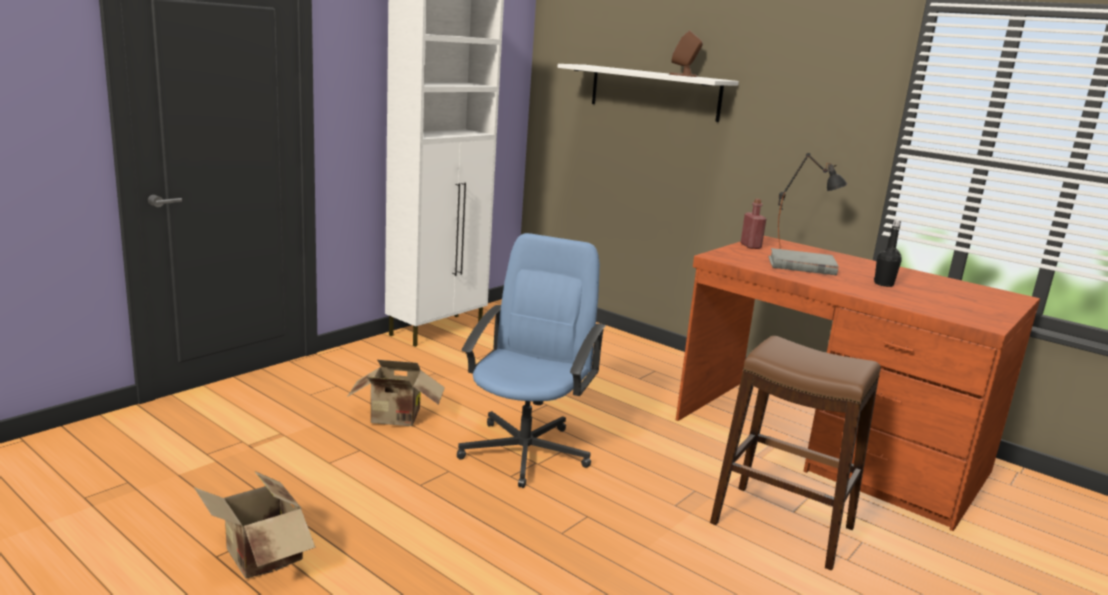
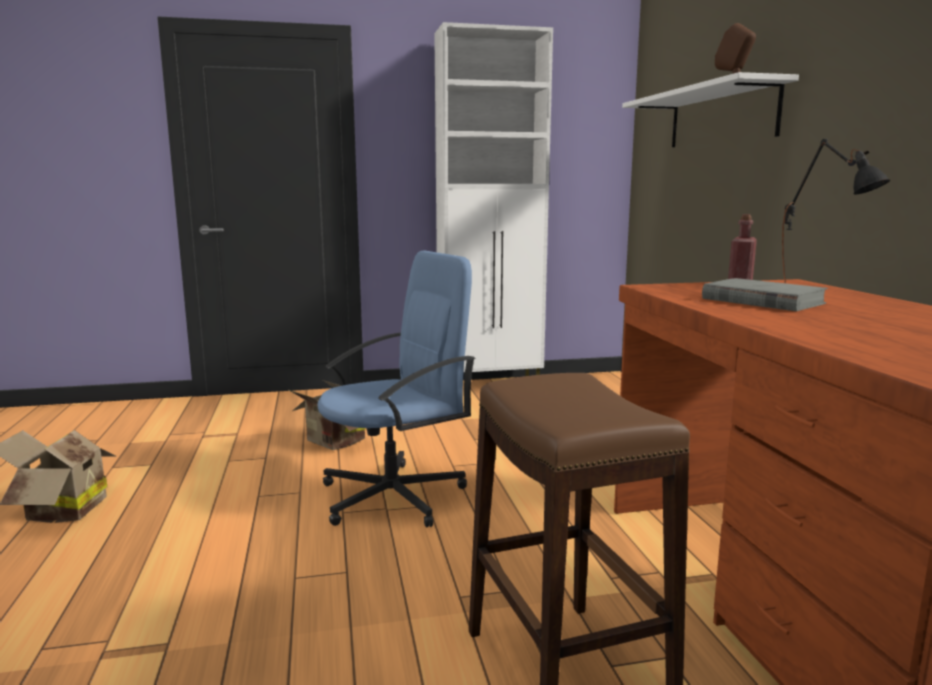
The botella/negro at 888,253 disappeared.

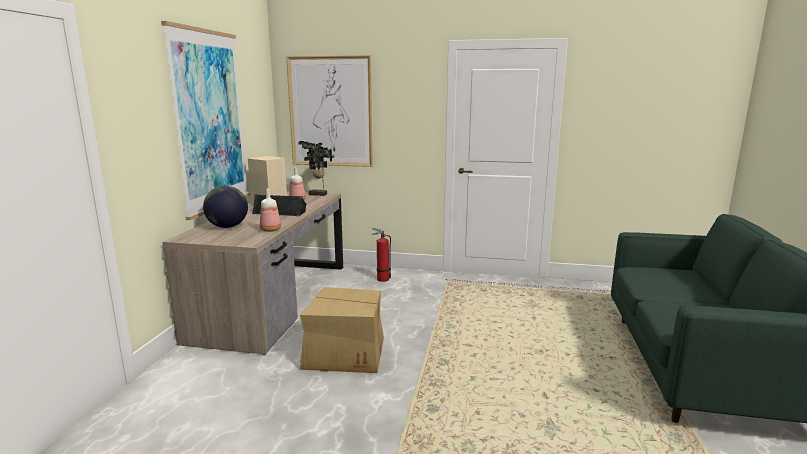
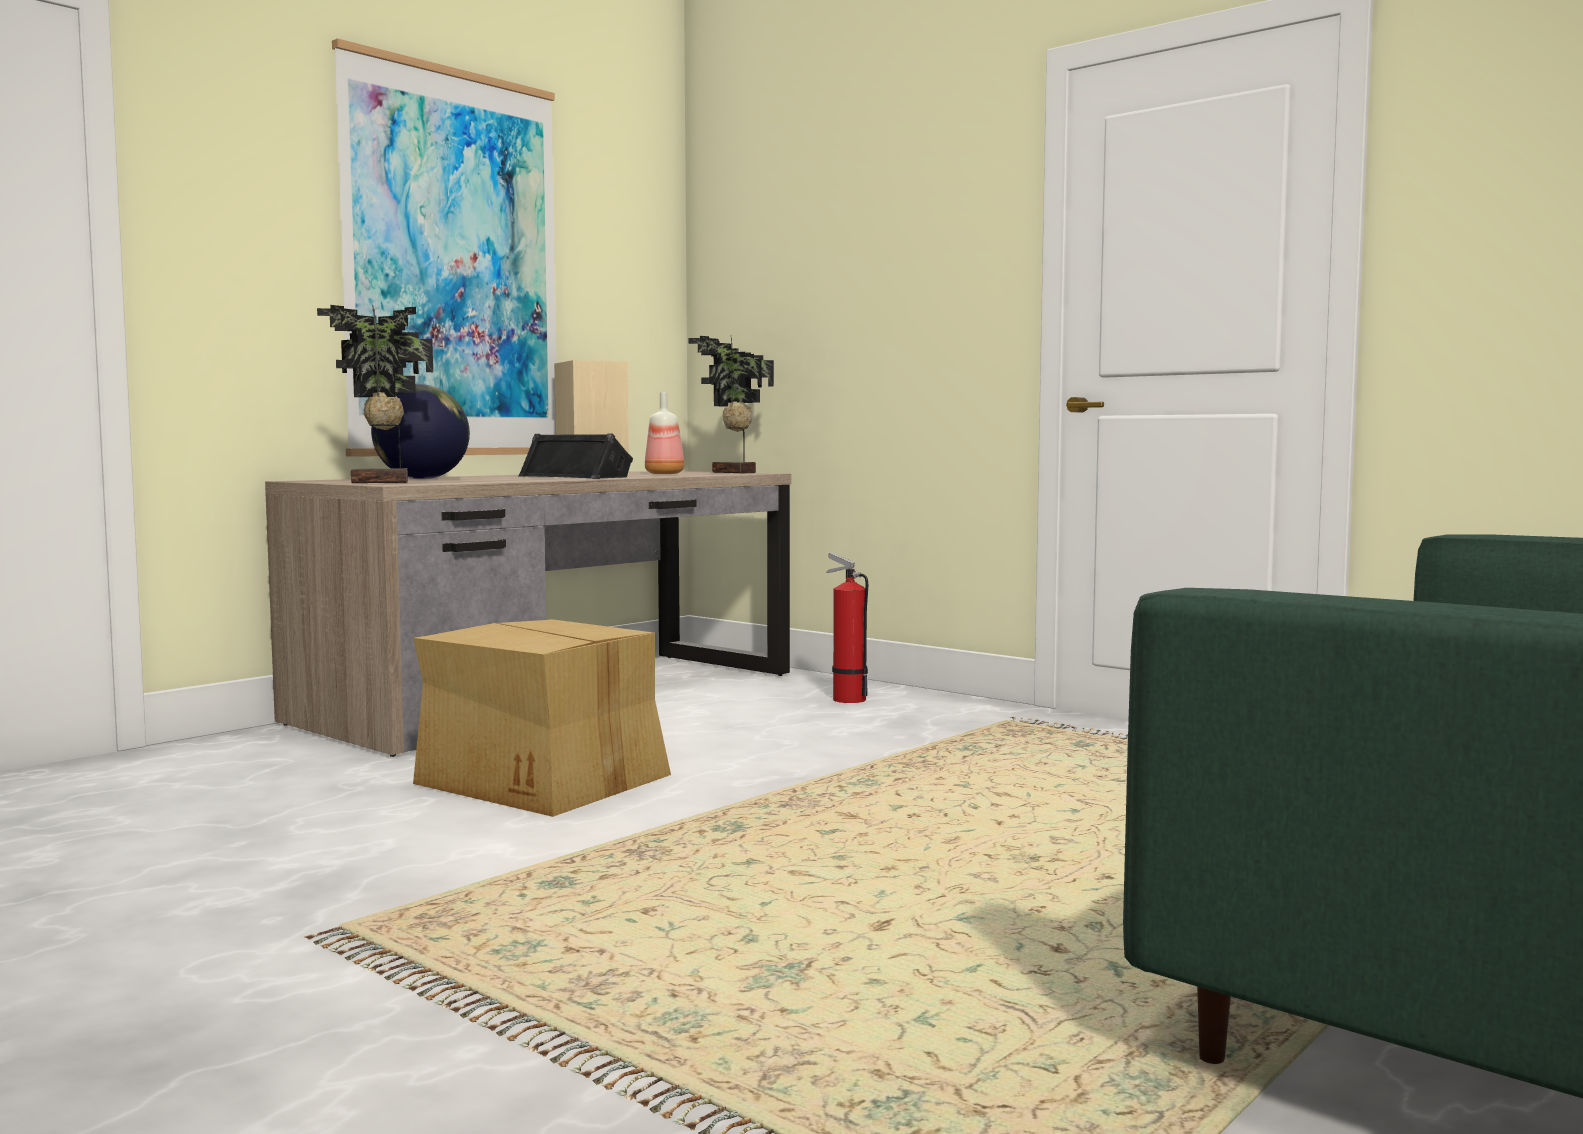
The cuadro at 329,111 disappeared.
The botella at 270,210 disappeared.
The planta en maceta at 375,393 appeared.

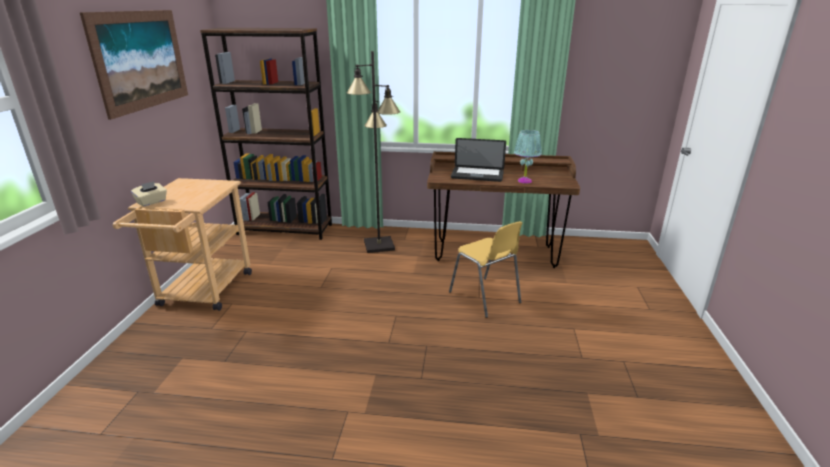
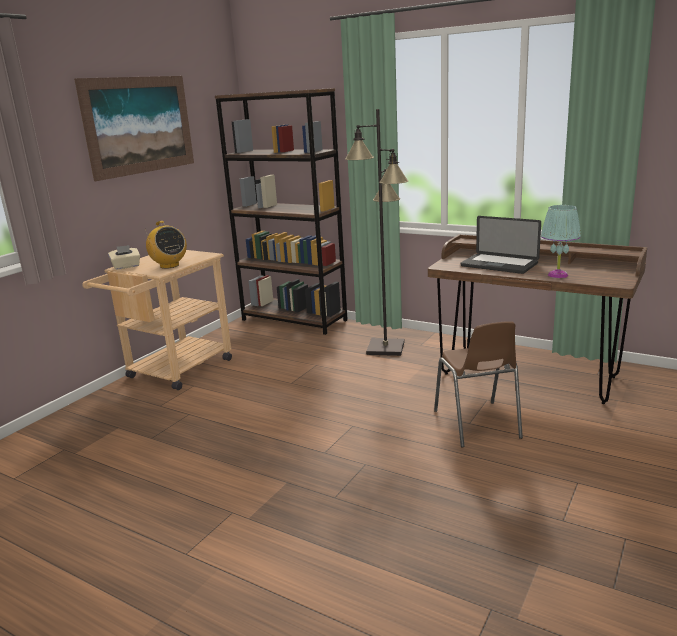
The silla/amarillo at 486,269 became the silla/marrón at 478,384.
The radio at 166,245 appeared.

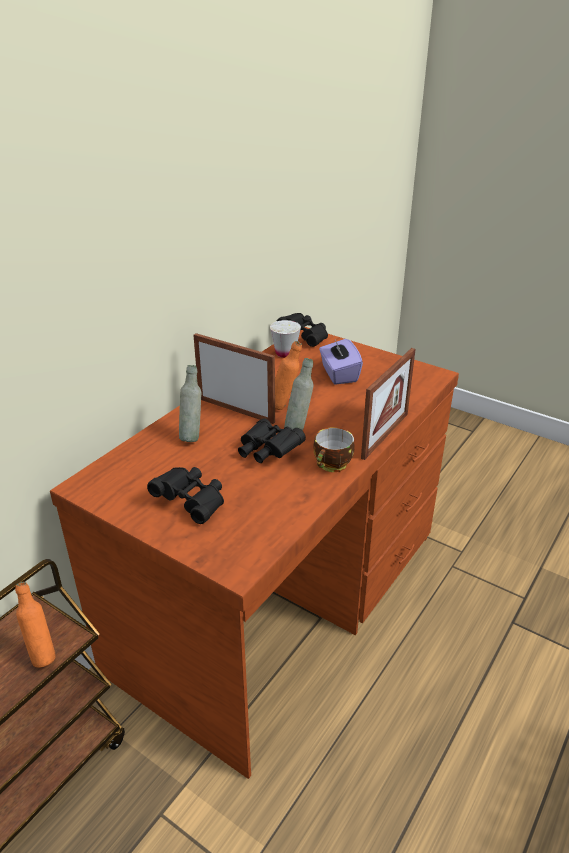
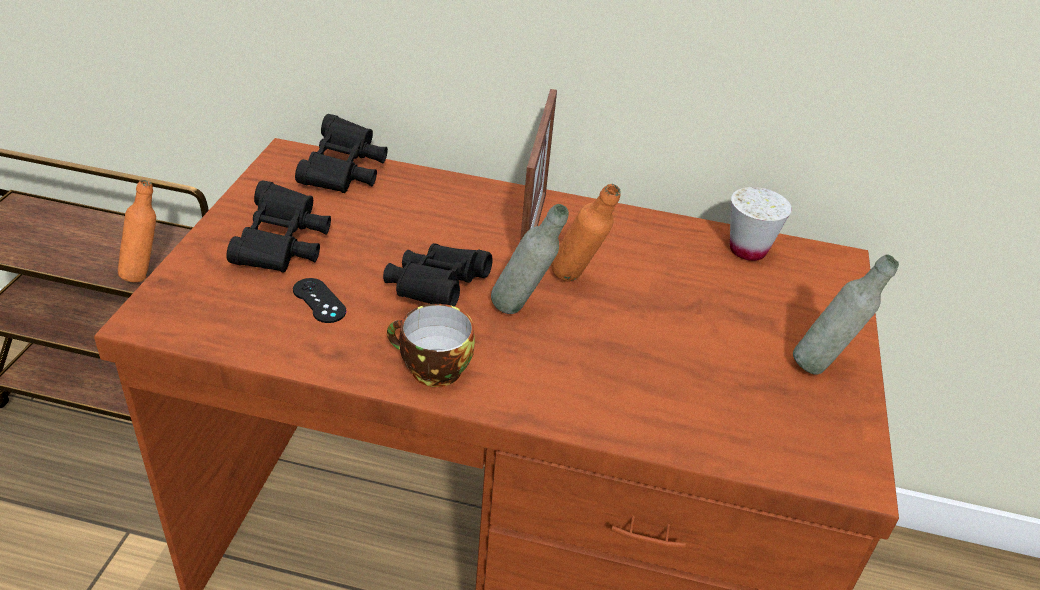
The prismáticos/negro moved from 302,330 to 341,153.
The caja de pañuelos/morado at 341,362 disappeared.
The portarretratos at 388,404 disappeared.
The botella/gris moved from 190,403 to 846,315.
The mando de consola/negro at 319,300 appeared.

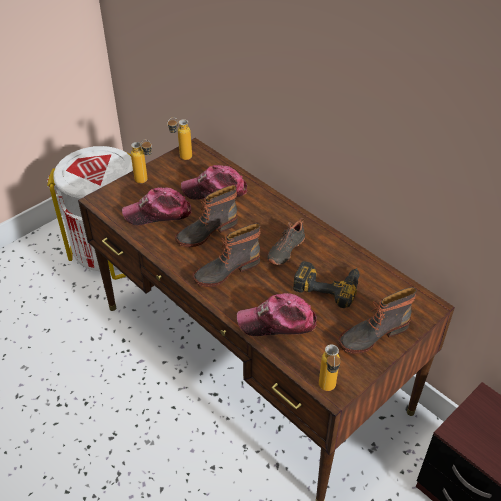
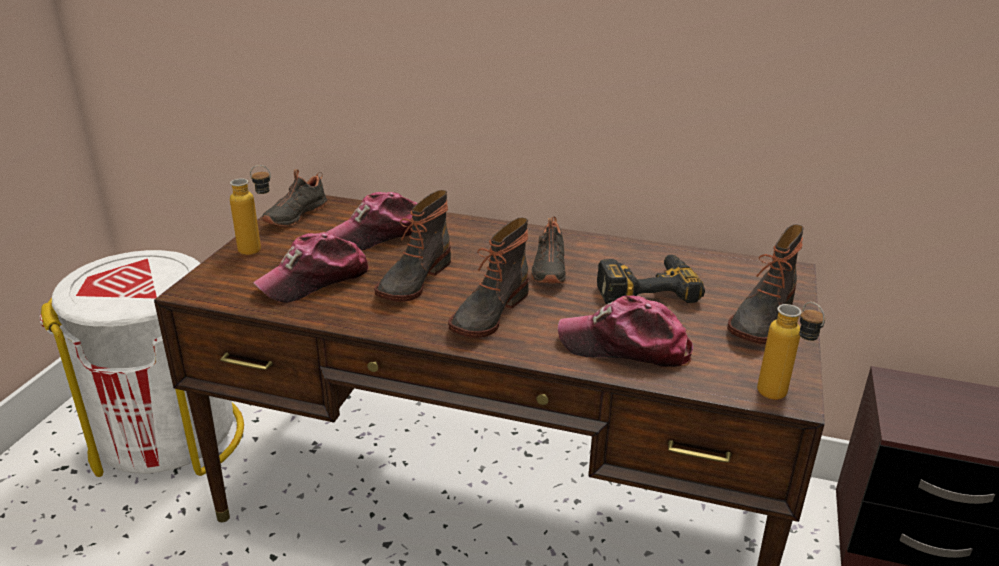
The botella at 179,138 was replaced by the zapato/negro at 294,197.
The gorra at 277,314 turned 45 degrees clockwise.

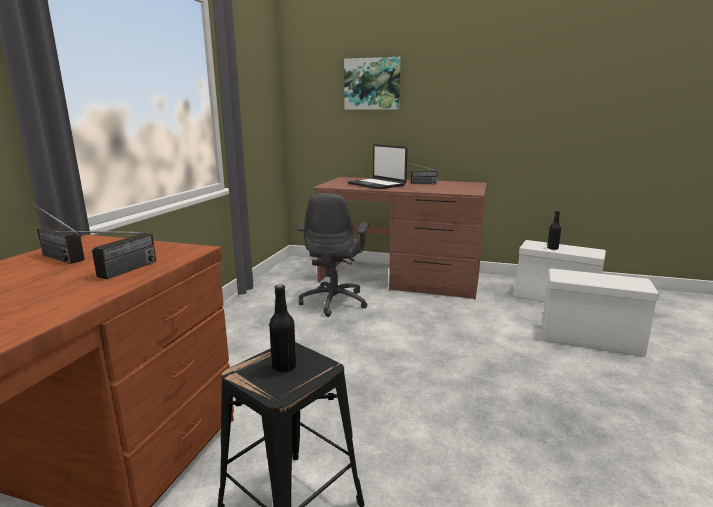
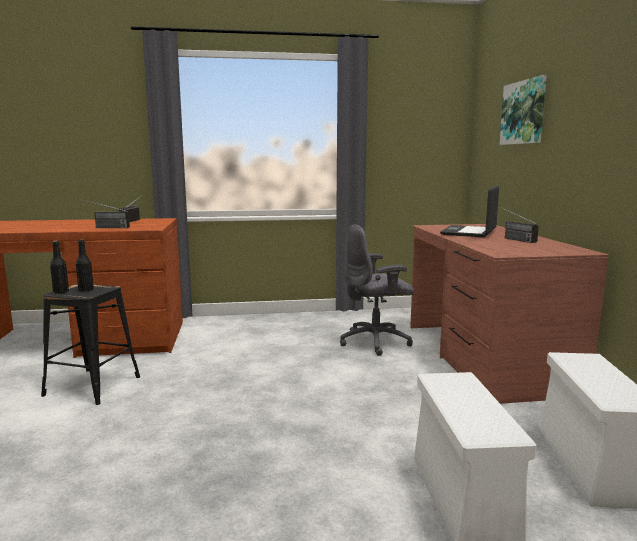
The botella/negro moved from 554,230 to 59,267.

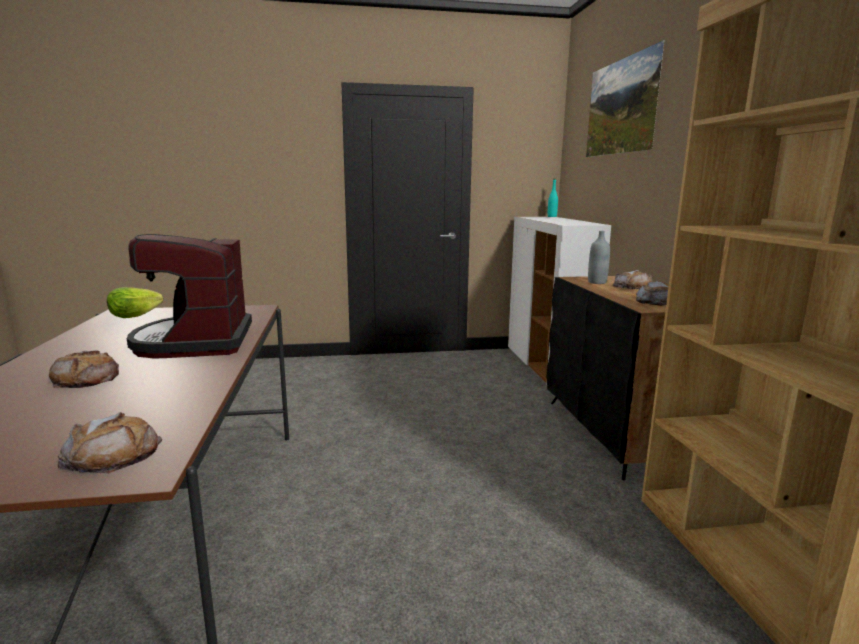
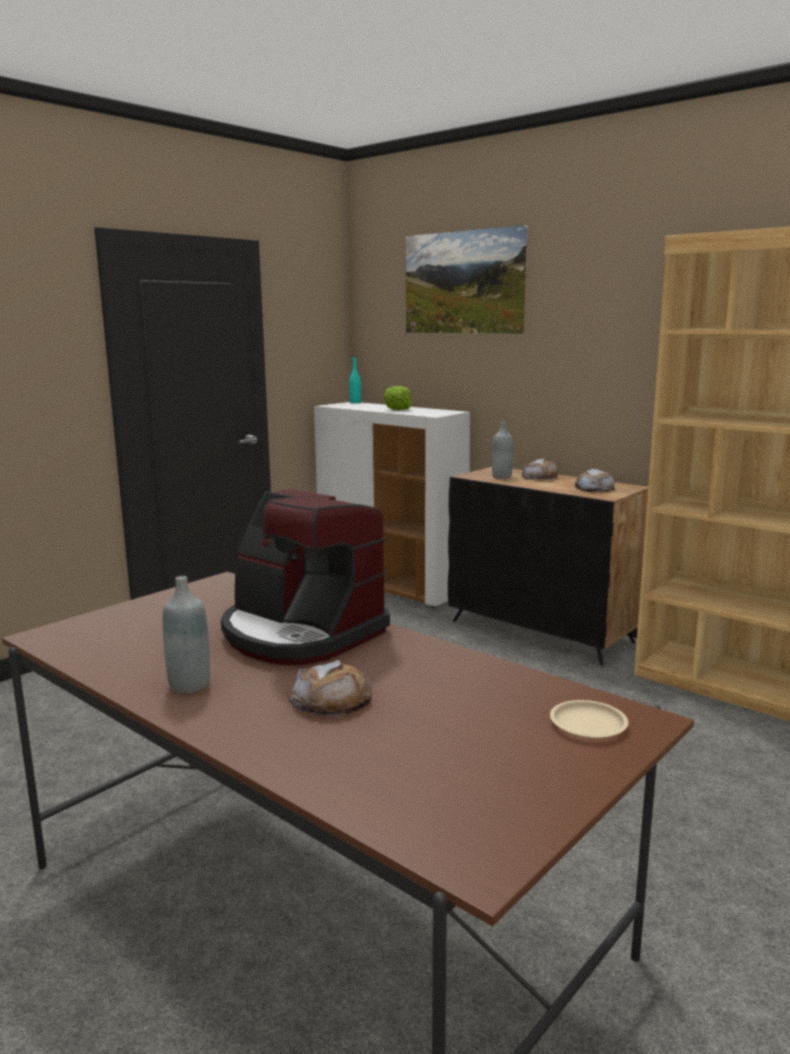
The lechuga moved from 135,302 to 397,398.
The pan at 110,443 was replaced by the plato/beis at 589,719.
The botella/gris at 186,634 appeared.

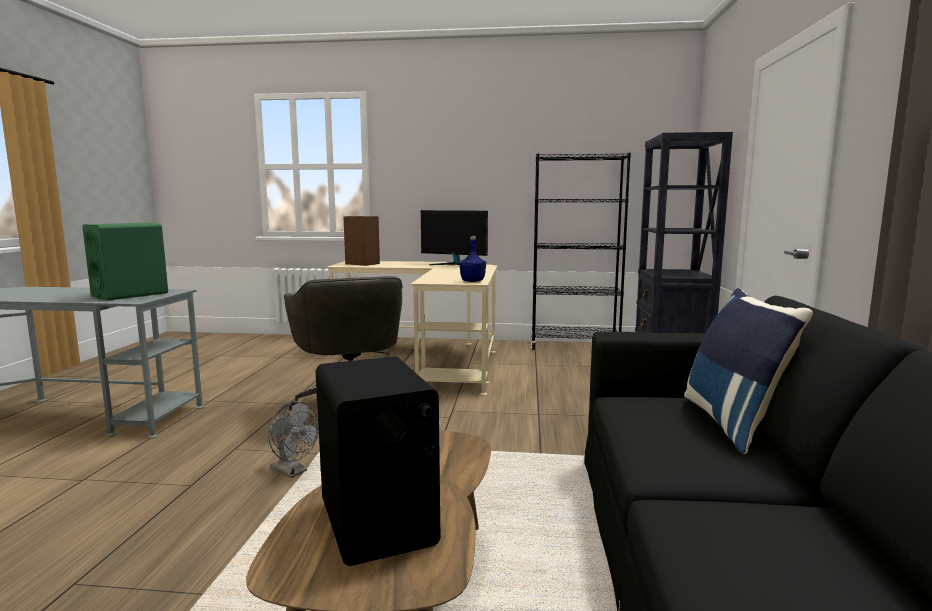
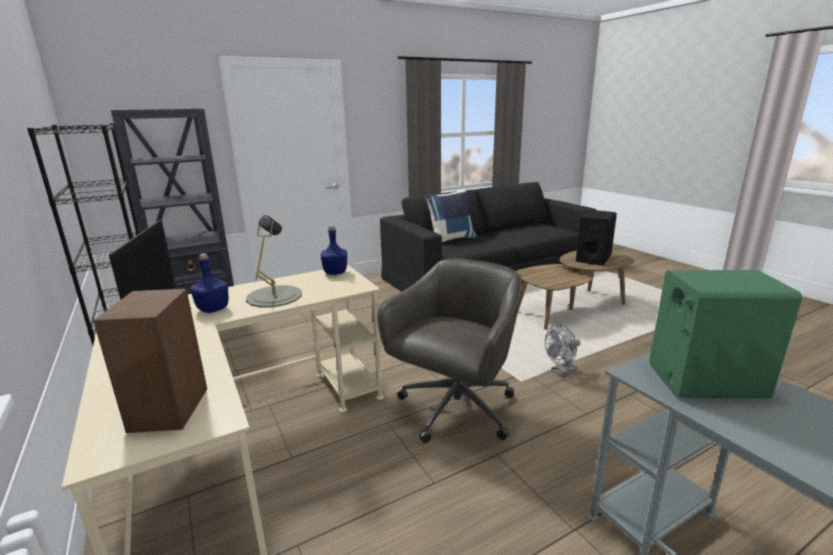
The ventilador/gris at 293,439 turned 120 degrees counterclockwise.
The lámpara de mesa/gris at 274,261 appeared.
The botella/azul at 209,283 appeared.

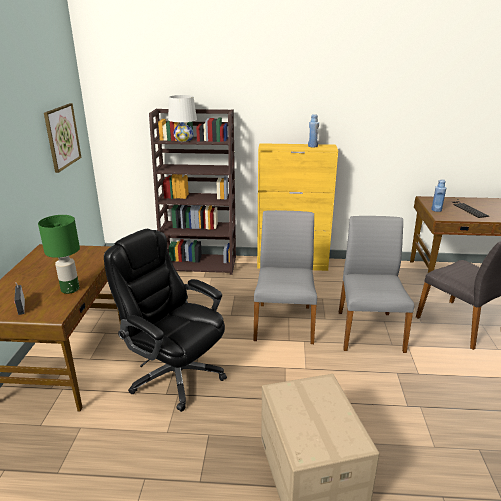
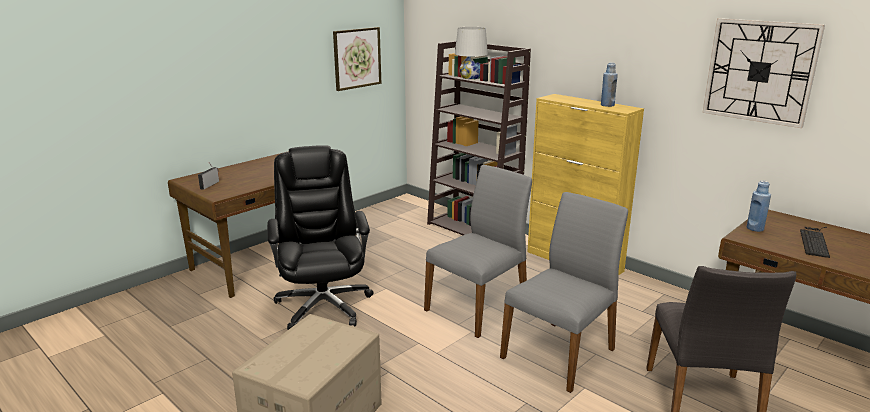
The lámpara de mesa/verde at 59,254 disappeared.
The reloj de pared at 763,73 appeared.

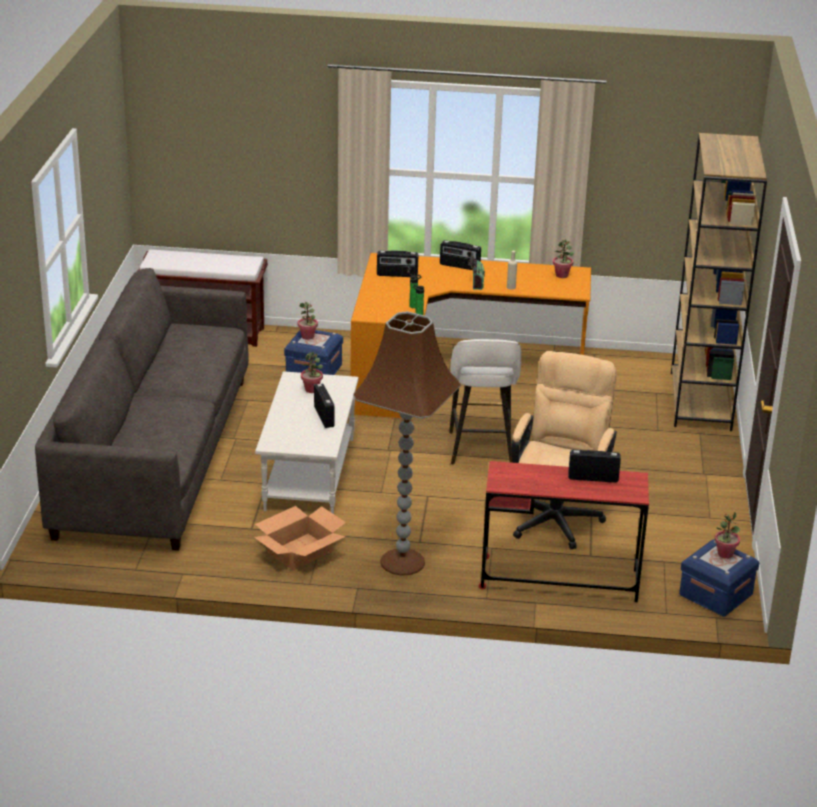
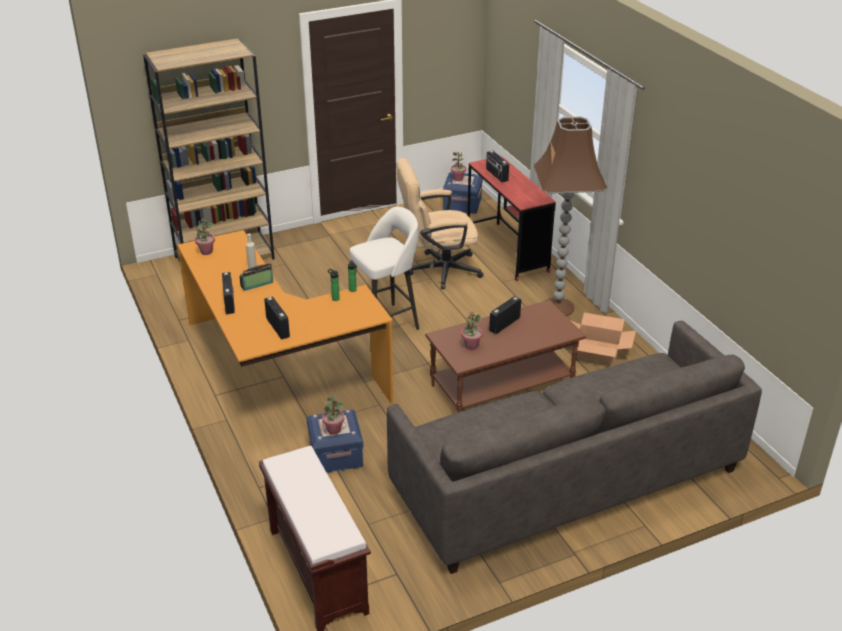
The mesa de centro/blanco at 307,442 became the mesa de centro/marrón at 505,356.

